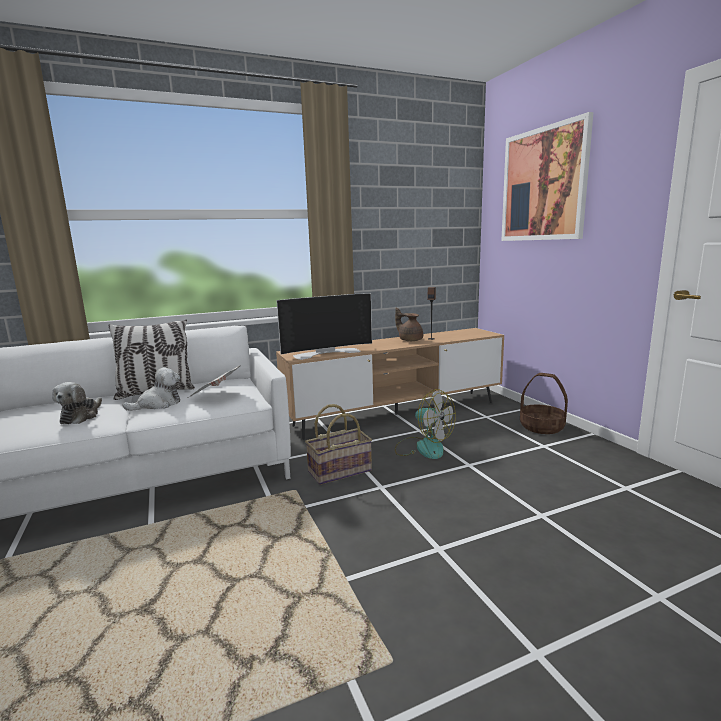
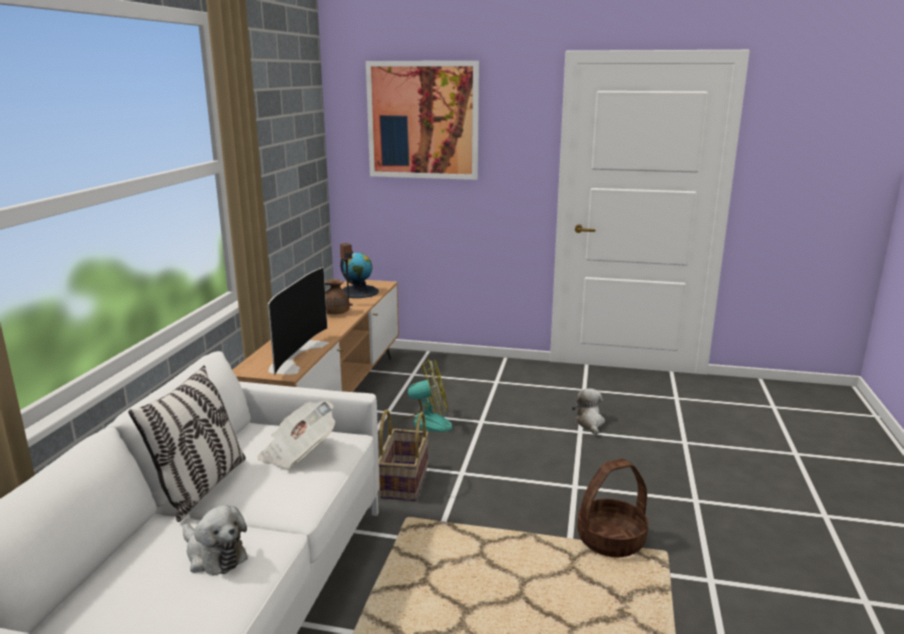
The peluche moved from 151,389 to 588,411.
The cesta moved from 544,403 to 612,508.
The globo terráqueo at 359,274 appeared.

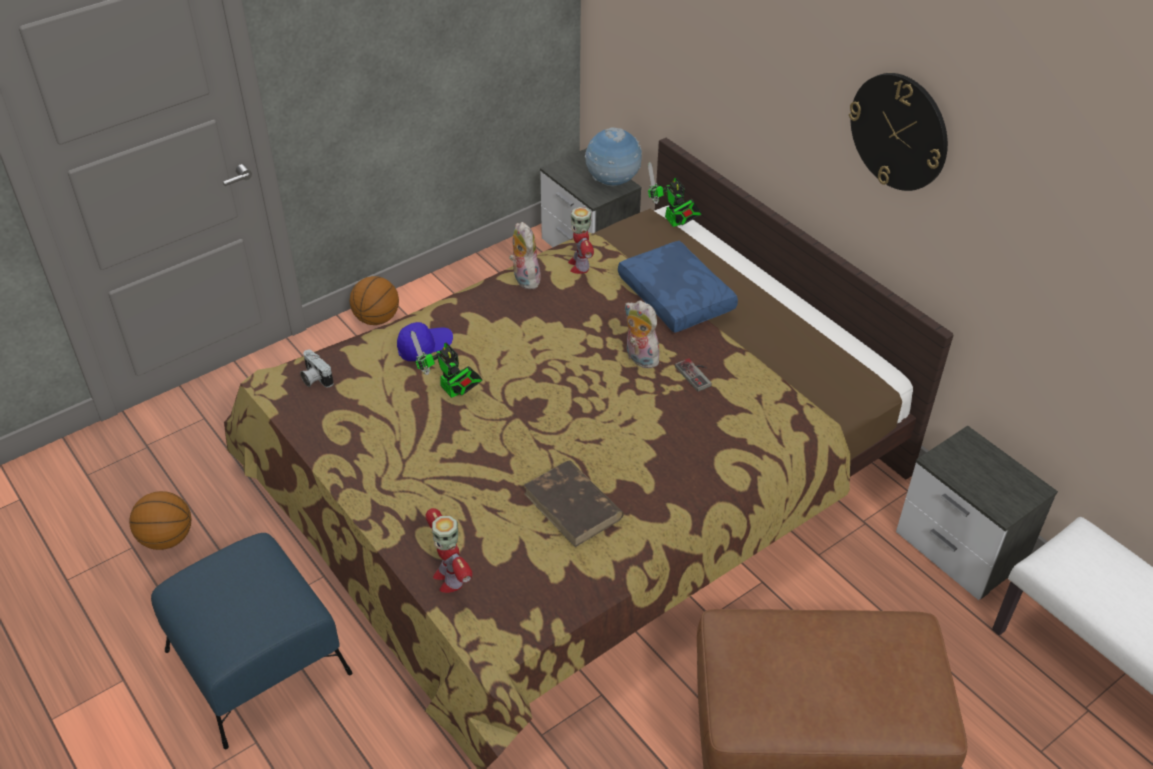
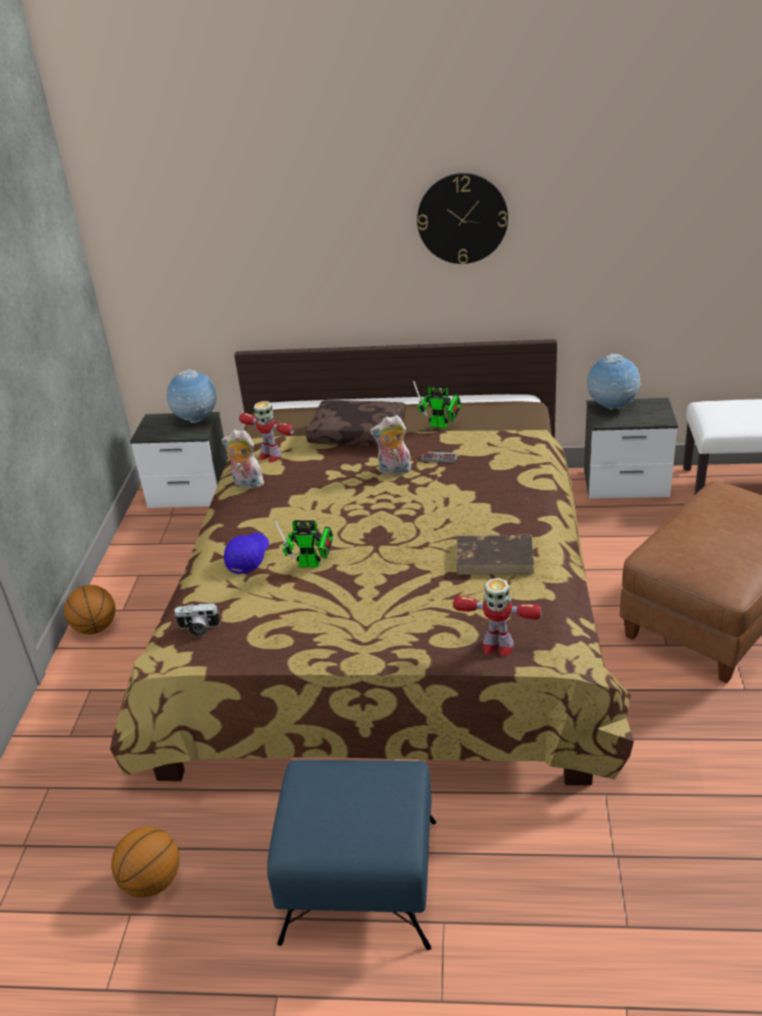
The robot de juguete moved from 674,194 to 437,404.
The cojín/azul at 678,287 became the cojín/marrón at 356,423.
The globo terráqueo at 614,382 appeared.

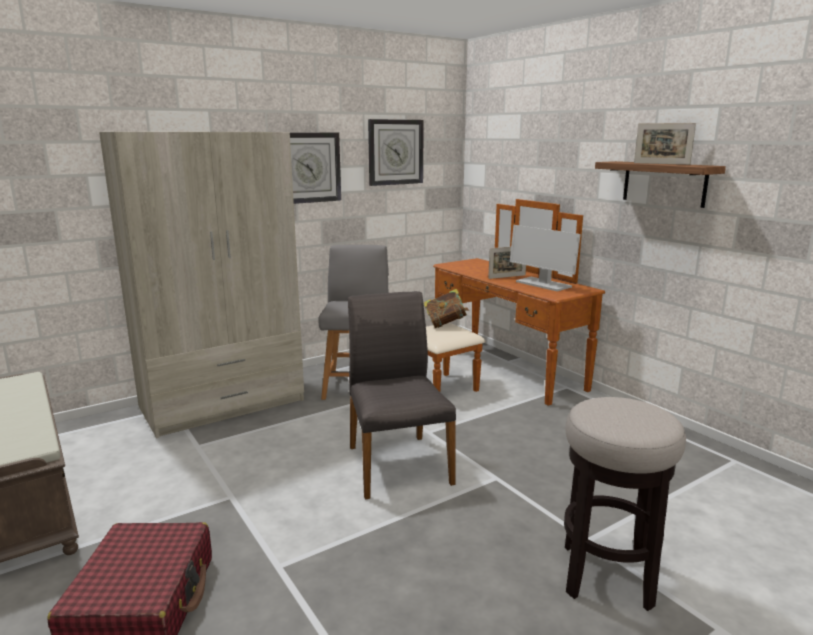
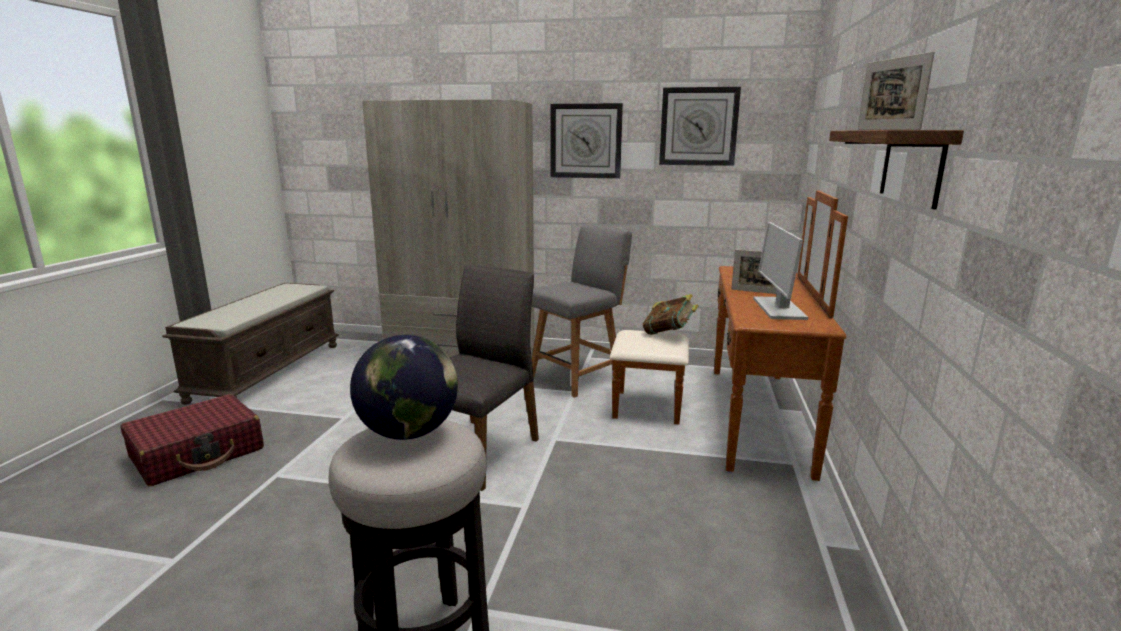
The globo terráqueo at 404,387 appeared.

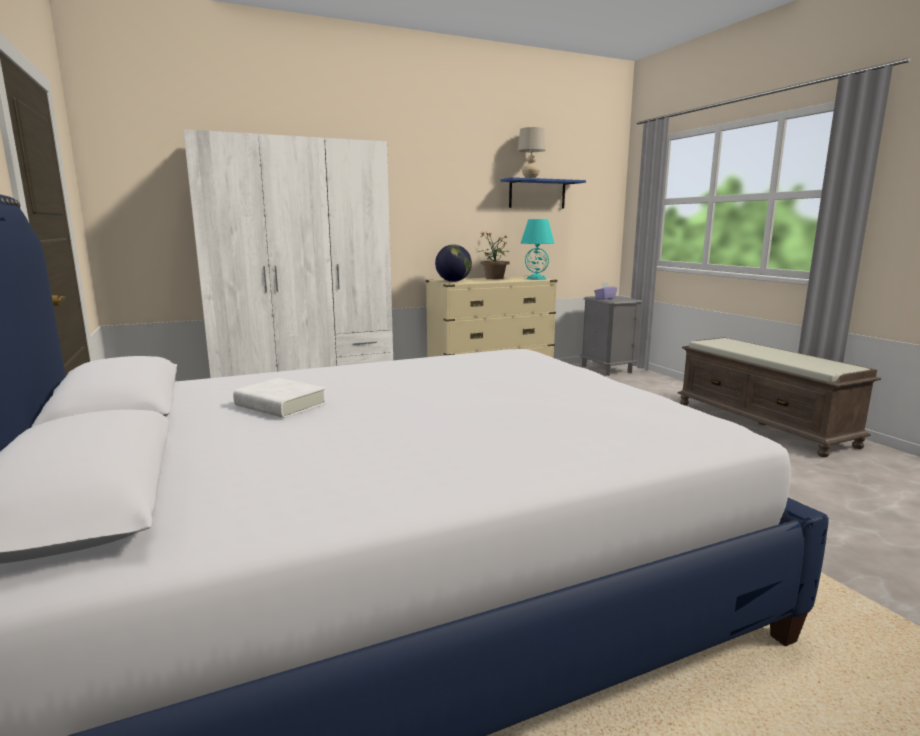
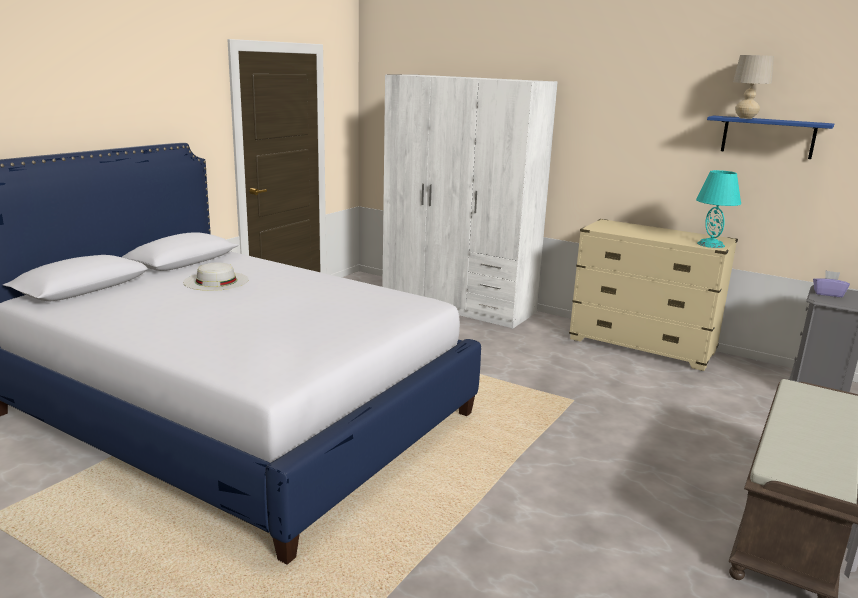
The planta en maceta at 493,255 disappeared.
The globo terráqueo at 453,263 disappeared.
The libro/blanco at 279,398 was replaced by the sombrero/blanco at 215,276.

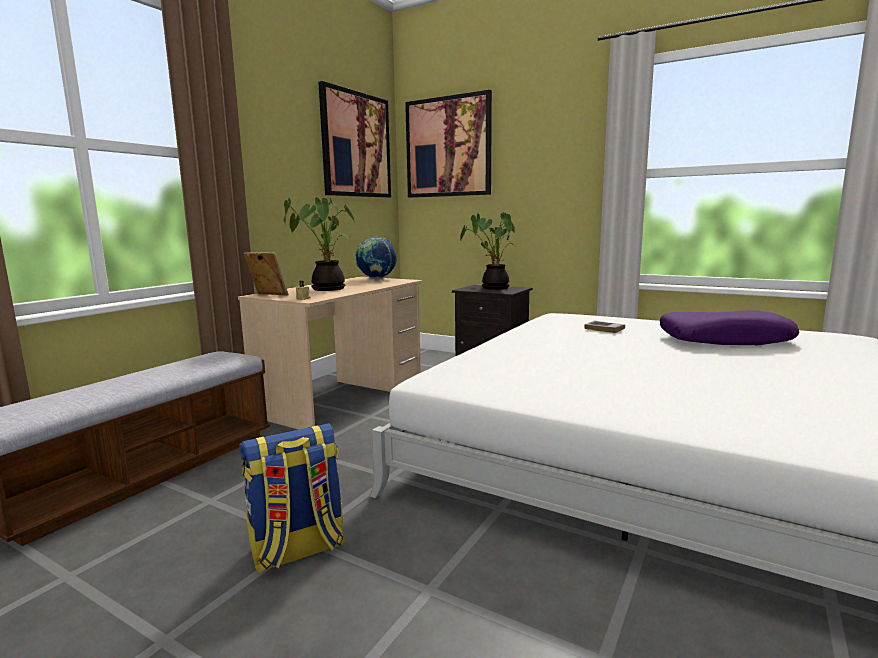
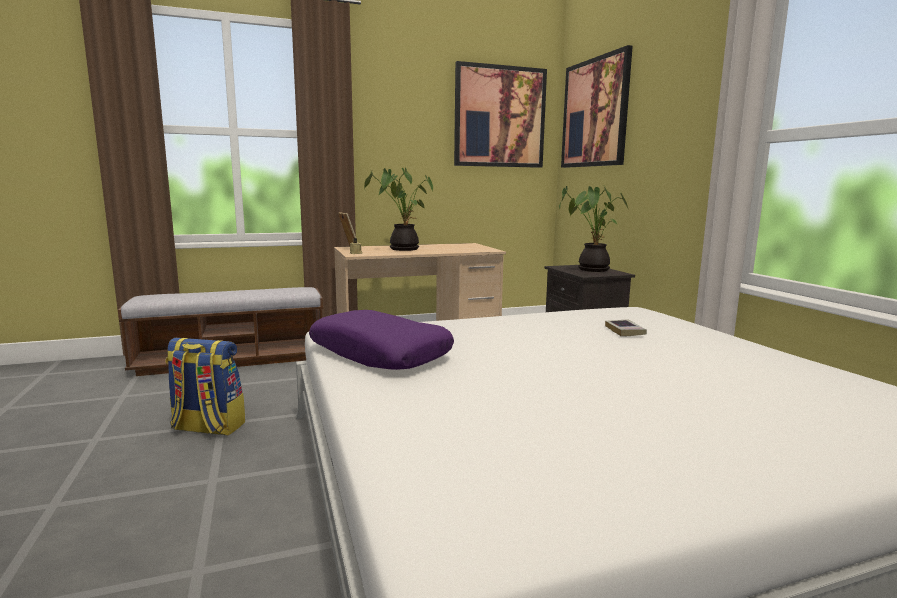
The globo terráqueo at 376,257 disappeared.
The cojín/morado moved from 729,327 to 381,340.

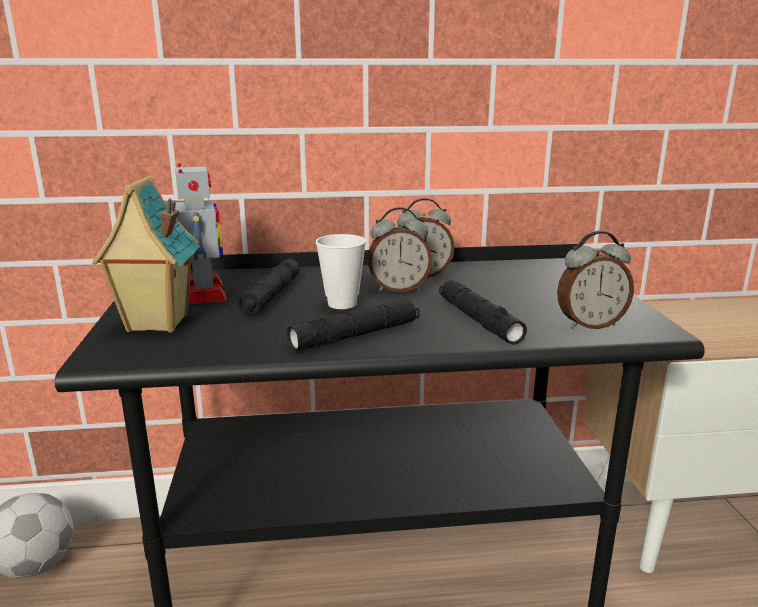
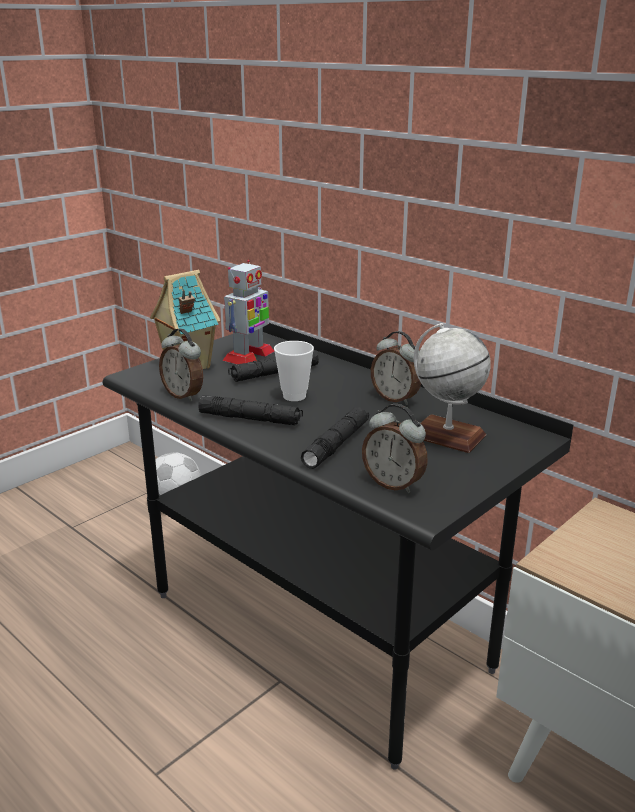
The despertador moved from 399,249 to 181,365.
The globo terráqueo at 452,388 appeared.

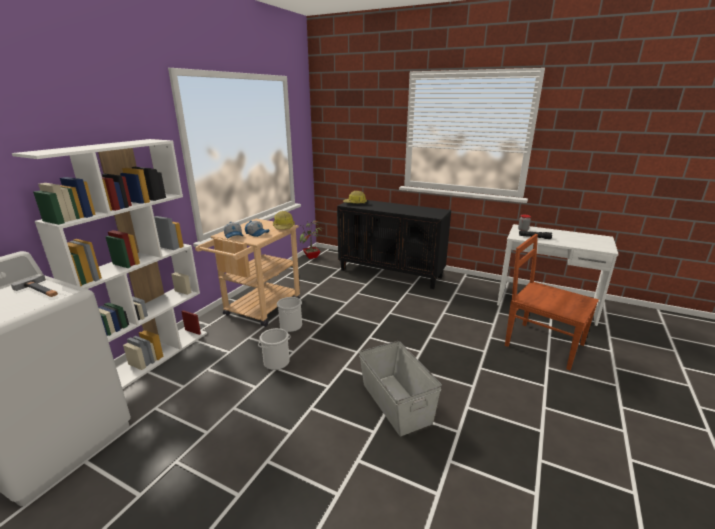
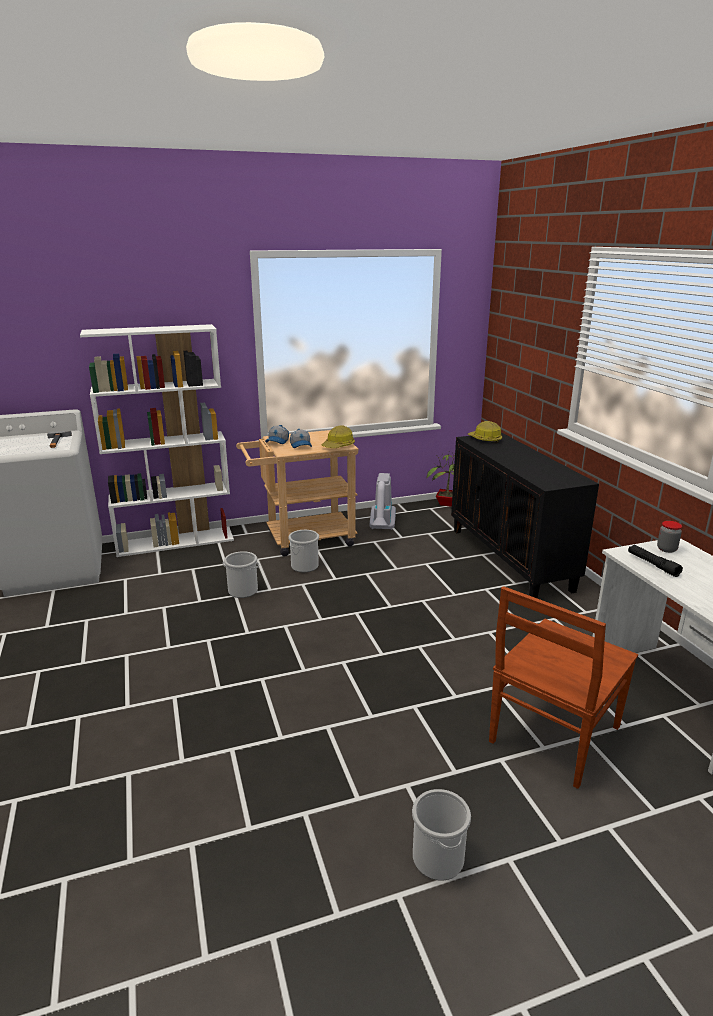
The silla/marrón at 552,302 turned 135 degrees counterclockwise.
The caja de almacenaje/gris at 400,388 disappeared.
The aspiradora at 383,501 appeared.
The cubo at 441,835 appeared.

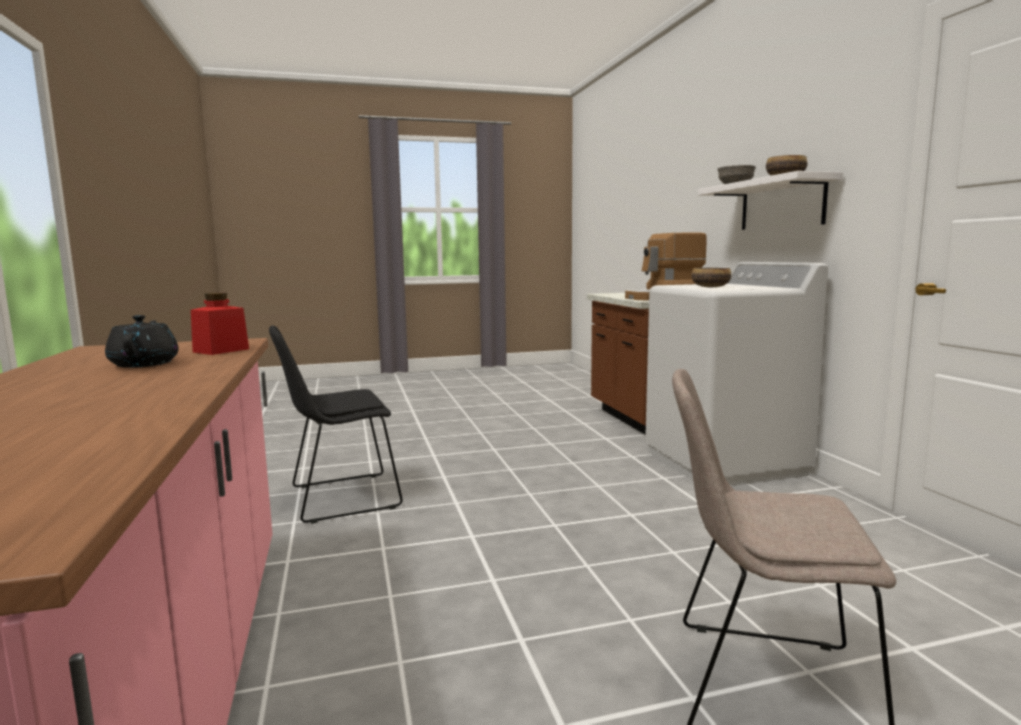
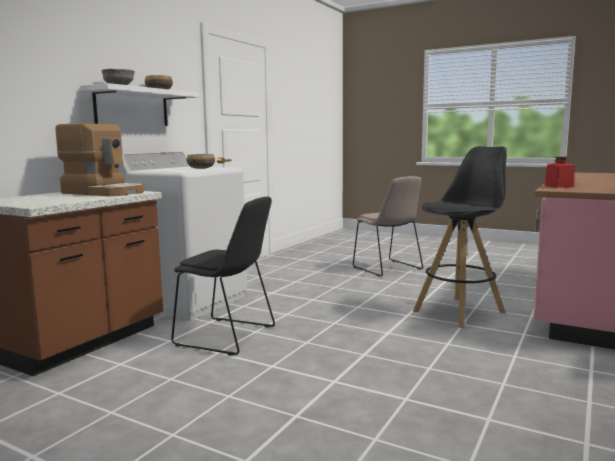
The tetera/negro at 142,341 disappeared.
The silla/negro moved from 336,425 to 223,276.
The taburete/negro at 460,237 appeared.

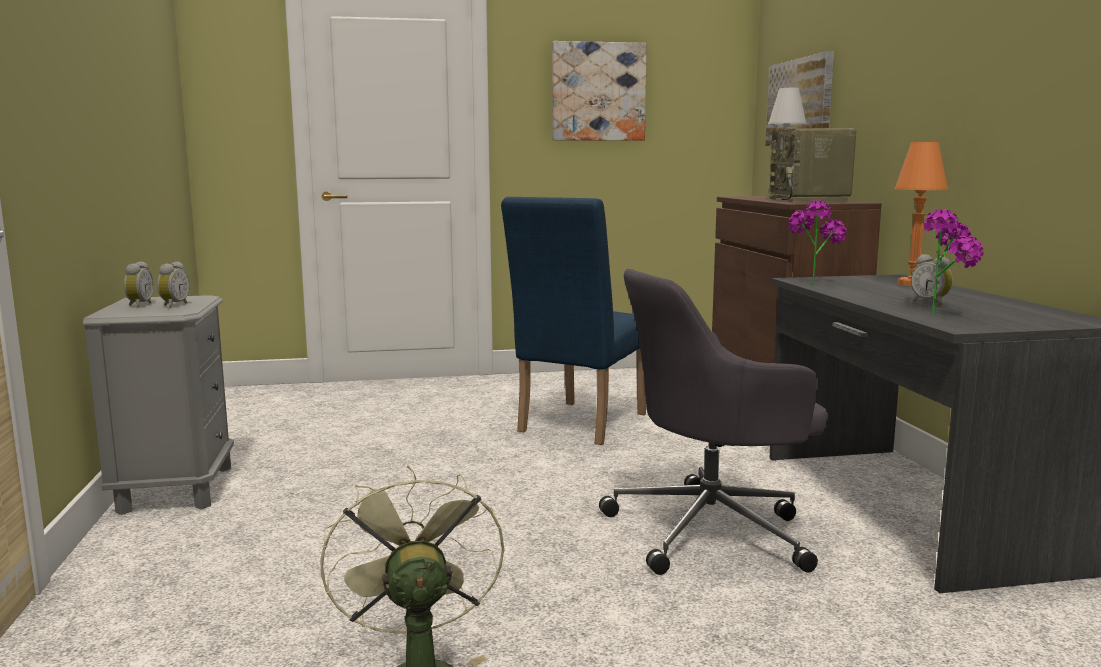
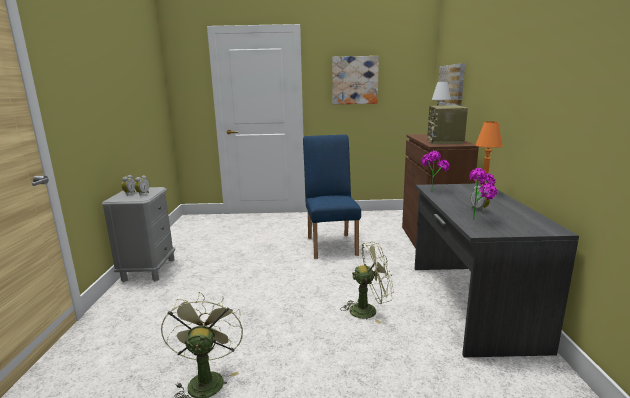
The silla/azul at 573,321 turned 135 degrees clockwise.
The silla de oficina/gris at 713,422 was replaced by the ventilador/verde at 367,283.

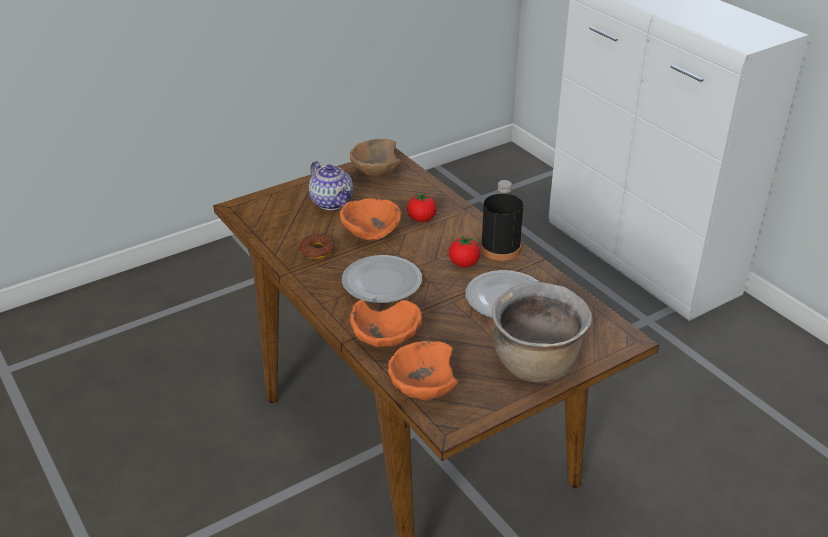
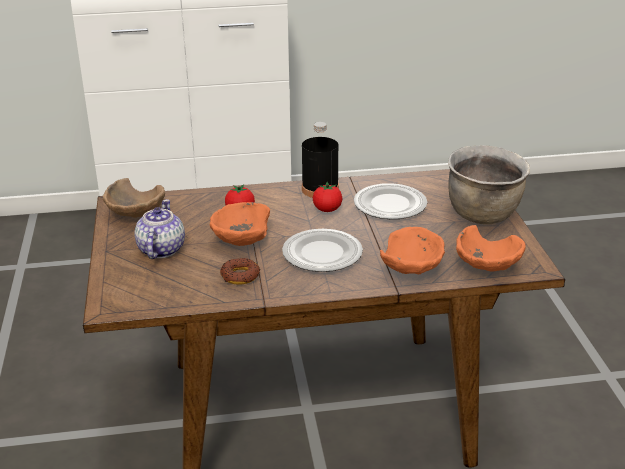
The tetera at 331,185 turned 75 degrees counterclockwise.

